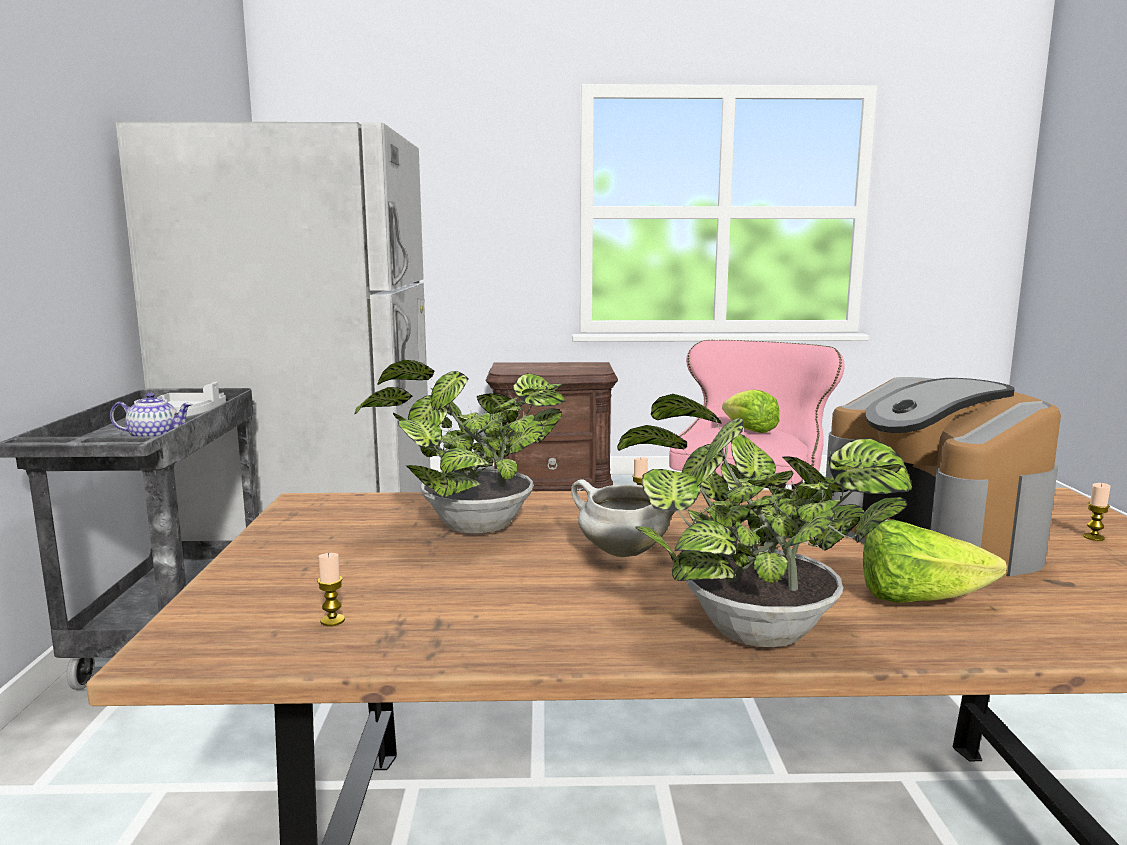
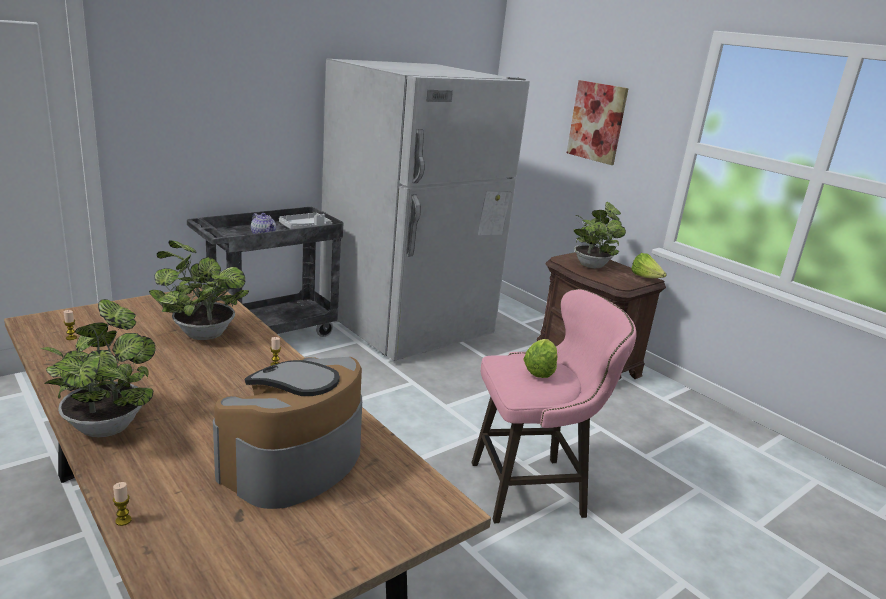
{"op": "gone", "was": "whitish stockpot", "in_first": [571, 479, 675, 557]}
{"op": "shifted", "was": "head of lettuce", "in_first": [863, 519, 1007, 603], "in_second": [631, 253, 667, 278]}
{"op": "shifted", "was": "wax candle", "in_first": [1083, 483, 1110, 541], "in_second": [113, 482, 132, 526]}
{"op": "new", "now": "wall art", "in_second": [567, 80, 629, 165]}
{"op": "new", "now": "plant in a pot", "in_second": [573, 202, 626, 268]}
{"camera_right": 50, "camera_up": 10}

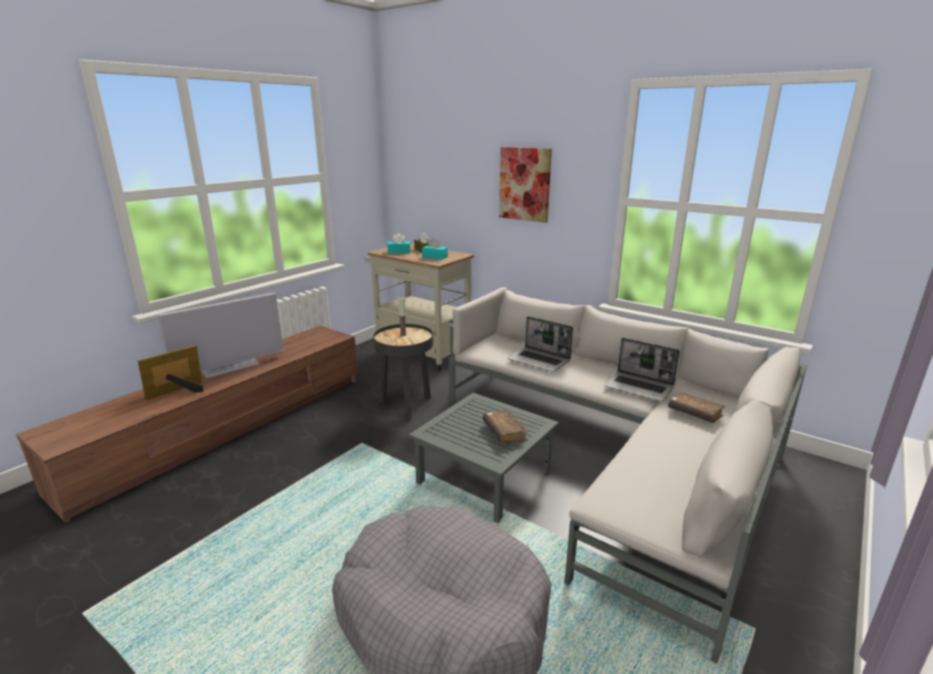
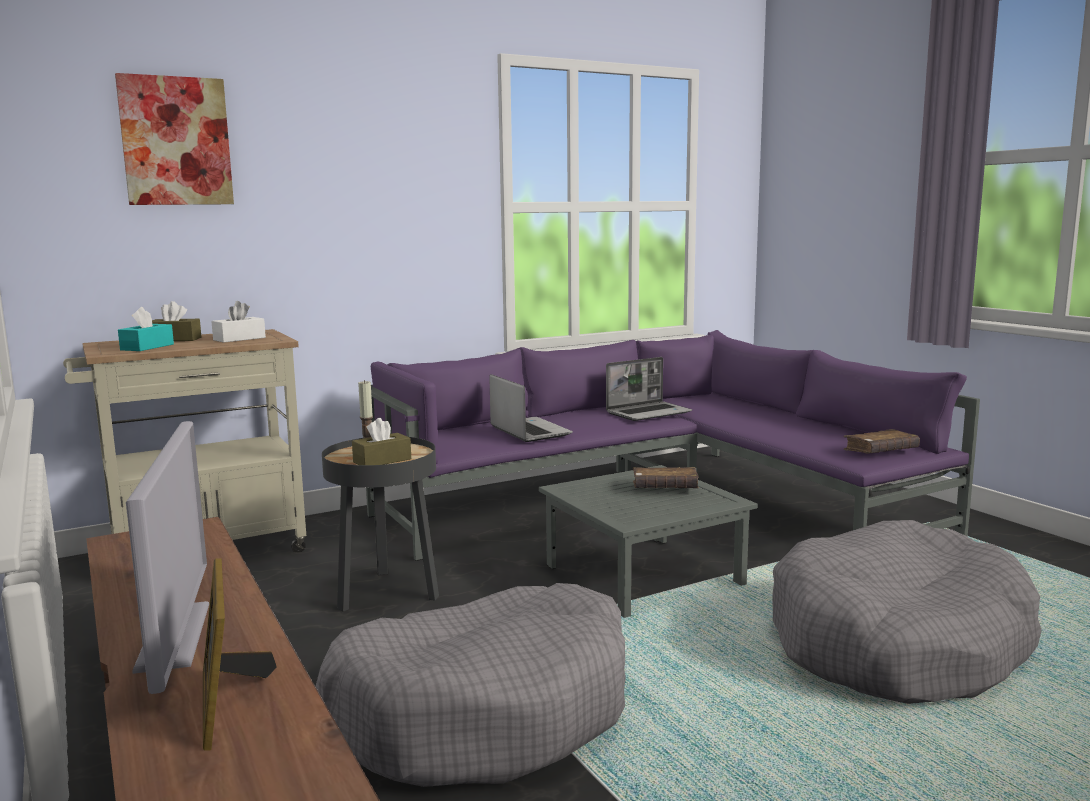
{"op": "repainted", "was": "whitish settee", "now": "purple-coloured settee", "in_first": [409, 287, 807, 663], "in_second": [366, 330, 980, 618]}
{"op": "repainted", "was": "turquoise-coloured box of tissues", "now": "whitish box of tissues", "in_first": [422, 238, 448, 260], "in_second": [211, 301, 266, 343]}
{"op": "shifted", "was": "wall art", "in_first": [499, 147, 552, 223], "in_second": [115, 73, 234, 205]}
{"op": "rotated", "was": "portable computer", "in_first": [508, 316, 573, 372], "in_second": [489, 374, 573, 442], "clockwise": -90}
{"op": "shifted", "was": "brown-coloured book", "in_first": [668, 392, 725, 423], "in_second": [843, 429, 920, 454]}
{"op": "new", "now": "gray dog bed", "in_second": [315, 583, 626, 787]}
{"op": "new", "now": "brown-coloured box of tissues", "in_second": [352, 417, 411, 465]}
{"camera_right": -65, "camera_up": -10}

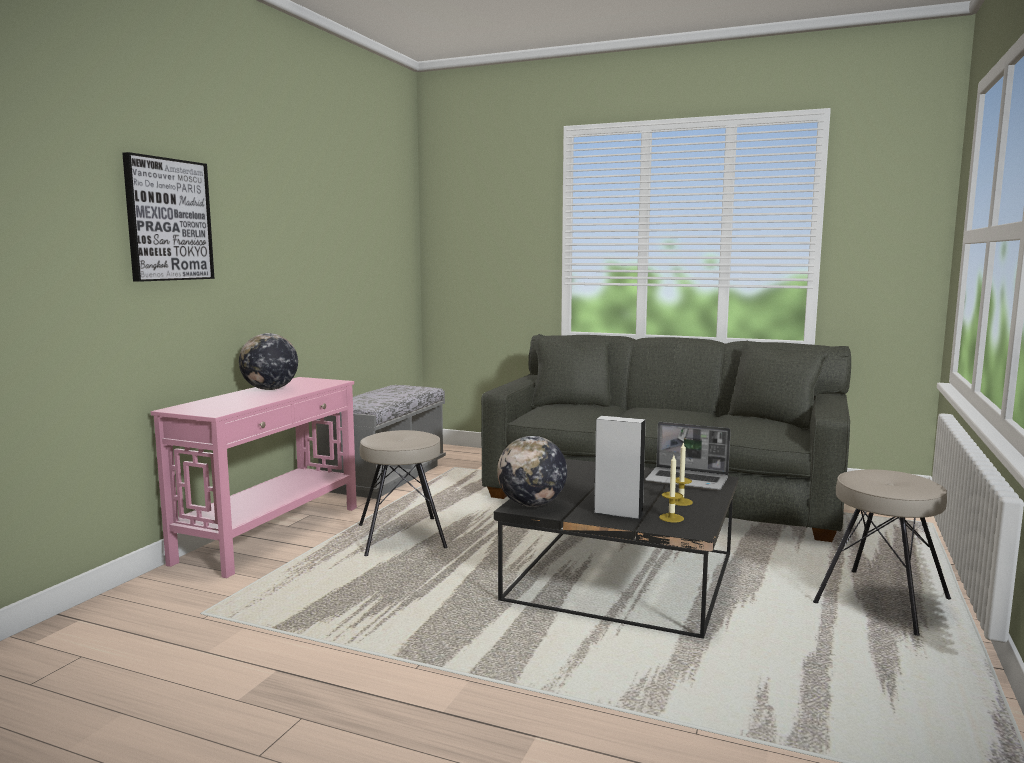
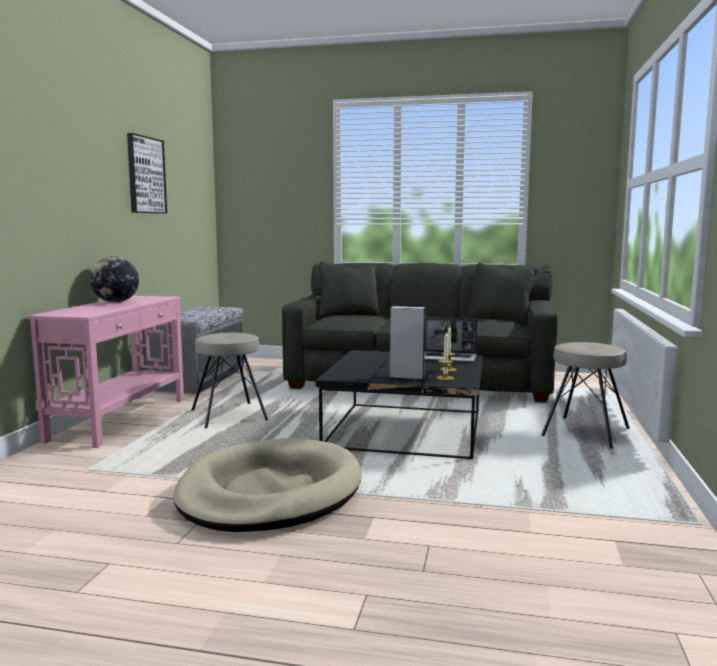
{"op": "shifted", "was": "wall art", "in_first": [122, 152, 214, 282], "in_second": [127, 133, 167, 214]}
{"op": "gone", "was": "desk globe", "in_first": [497, 436, 567, 507]}
{"op": "new", "now": "beige dog bed", "in_second": [173, 438, 361, 532]}
{"camera_right": -10, "camera_up": 0}

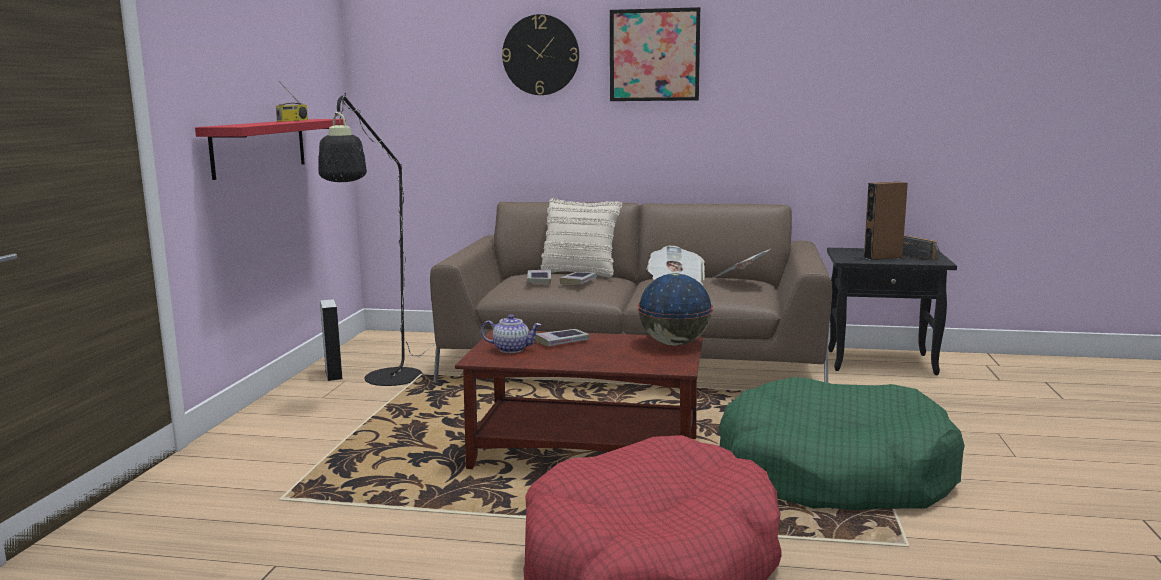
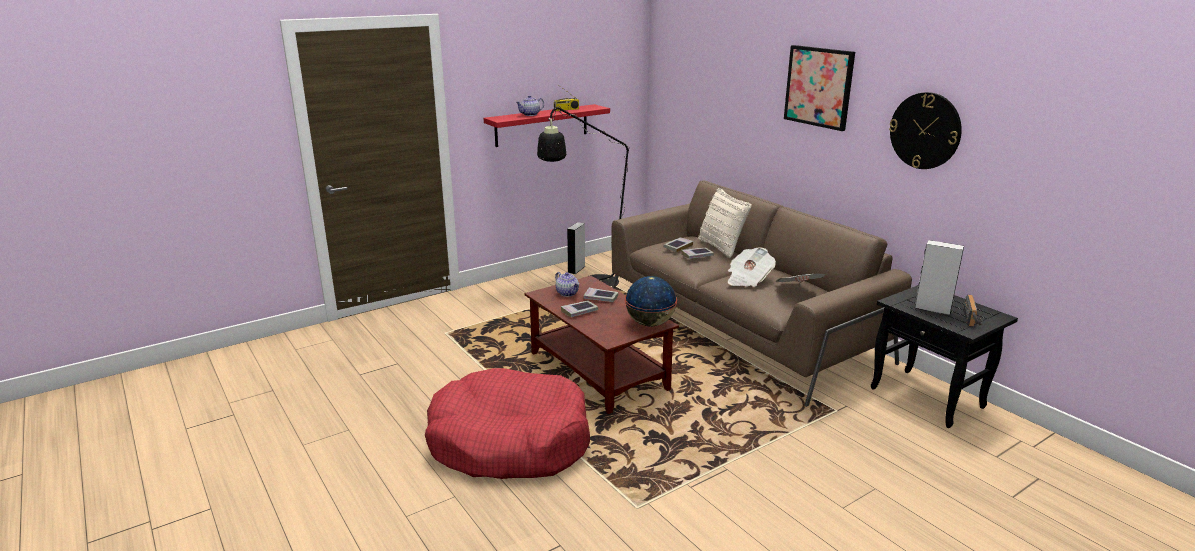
{"op": "shifted", "was": "hanging clock", "in_first": [502, 14, 579, 95], "in_second": [889, 92, 962, 169]}
{"op": "gone", "was": "green dog bed", "in_first": [719, 377, 965, 510]}
{"op": "repainted", "was": "brown-coloured audio speaker", "now": "gray audio speaker", "in_first": [863, 182, 908, 260], "in_second": [914, 240, 964, 315]}
{"op": "new", "now": "teapot", "in_second": [516, 95, 544, 116]}
{"op": "new", "now": "book", "in_second": [561, 301, 598, 317]}
{"camera_right": 45, "camera_up": 10}

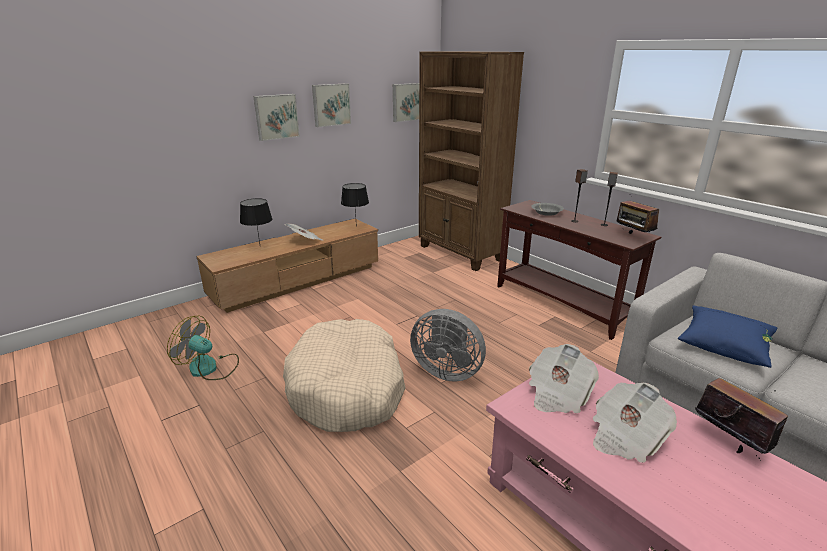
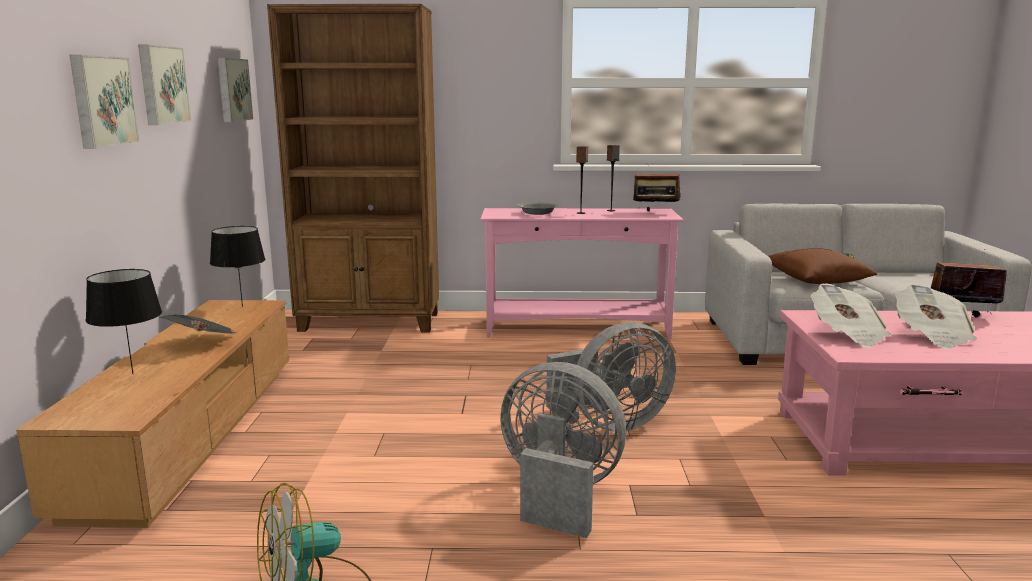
{"op": "swapped", "was": "beige dog bed", "now": "gray fan", "in_first": [283, 319, 406, 432], "in_second": [500, 362, 626, 538]}
{"op": "repainted", "was": "brown-coloured hall table", "now": "pinkish hall table", "in_first": [497, 200, 662, 340], "in_second": [480, 208, 684, 339]}
{"op": "repainted", "was": "blue-coloured throw pillow", "now": "brown-coloured throw pillow", "in_first": [678, 305, 777, 368], "in_second": [768, 248, 877, 284]}
{"camera_right": -50, "camera_up": -10}

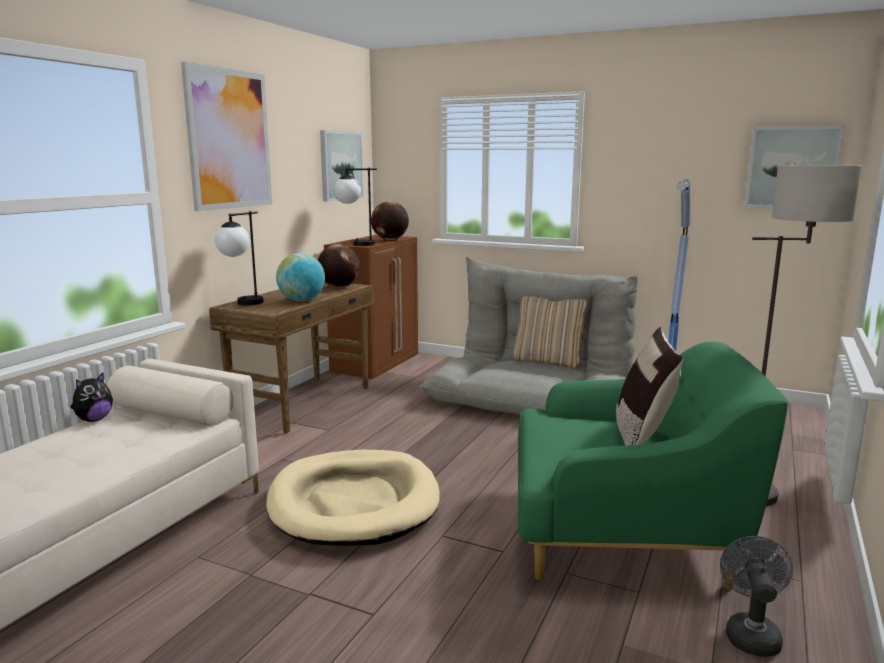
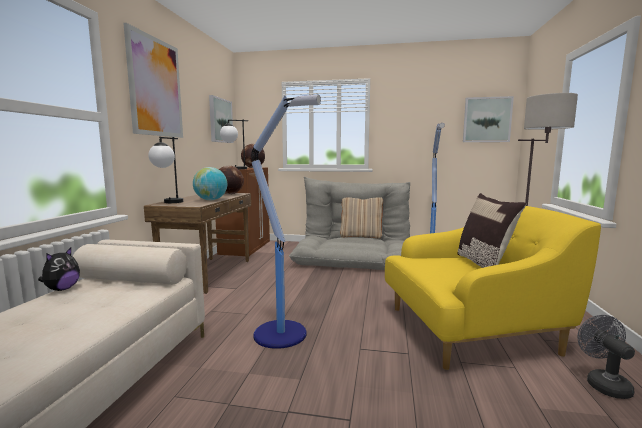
{"op": "swapped", "was": "beige dog bed", "now": "standard lamp", "in_first": [266, 450, 440, 546], "in_second": [251, 94, 321, 349]}
{"op": "repainted", "was": "green armchair", "now": "yellow armchair", "in_first": [518, 342, 788, 590], "in_second": [385, 206, 601, 370]}
{"camera_right": -15, "camera_up": -5}

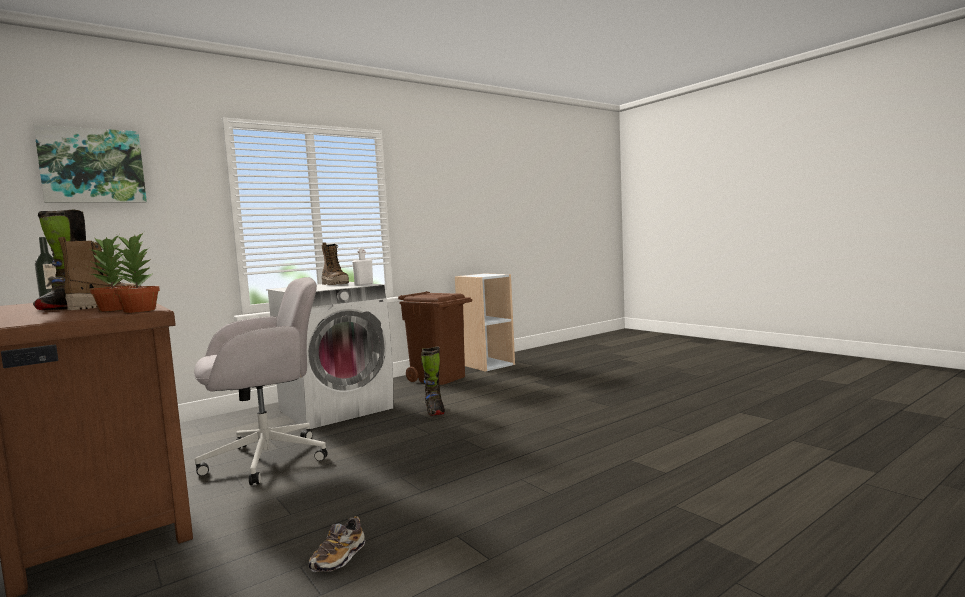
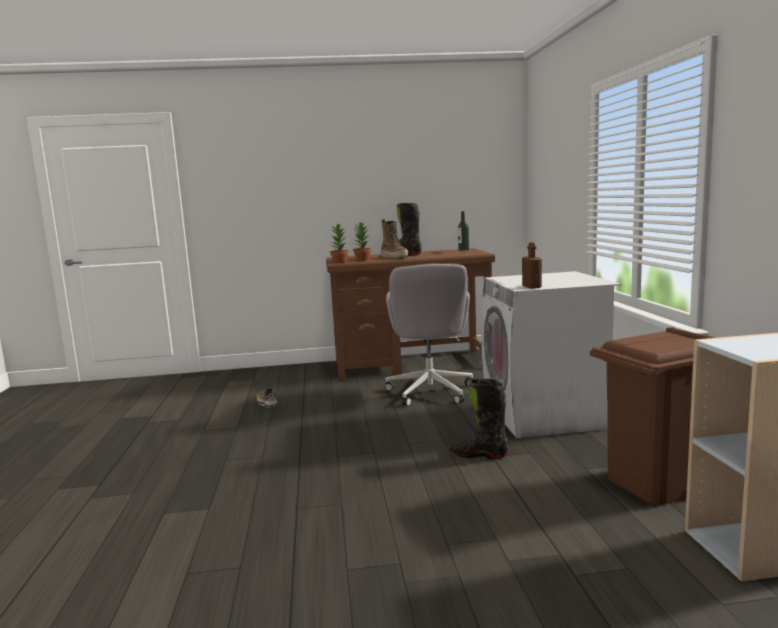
{"op": "gone", "was": "wall art", "in_first": [34, 125, 147, 203]}
{"op": "gone", "was": "high-top boot", "in_first": [321, 242, 349, 285]}
{"op": "repainted", "was": "whitish bottle", "now": "brown-coloured bottle", "in_first": [352, 247, 373, 285], "in_second": [522, 242, 542, 289]}
{"camera_right": 120, "camera_up": 5}

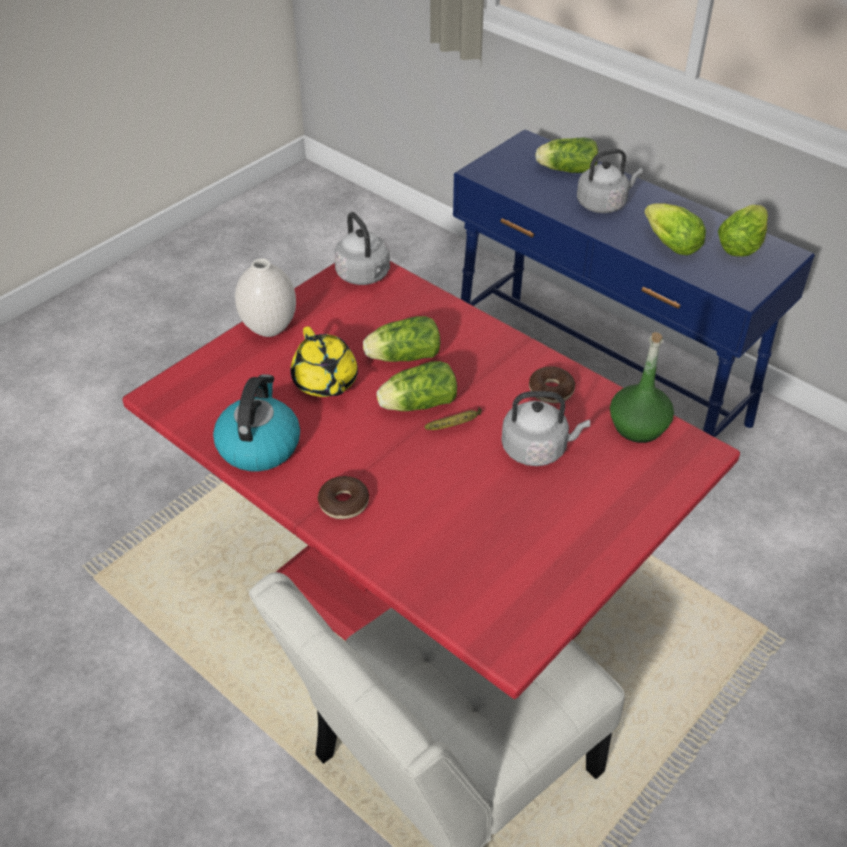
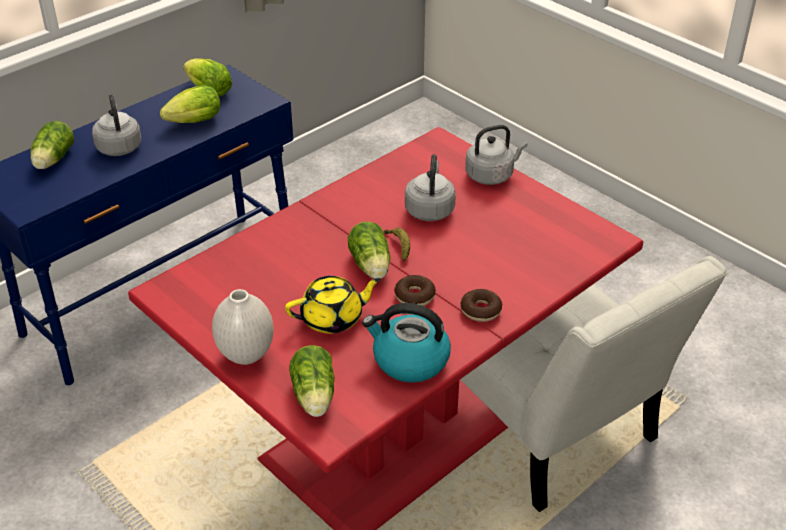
{"op": "shifted", "was": "gray tea kettle", "in_first": [334, 212, 390, 285], "in_second": [465, 125, 528, 185]}
{"op": "shifted", "was": "head of lettuce", "in_first": [363, 316, 440, 362], "in_second": [289, 345, 335, 417]}
{"op": "shifted", "was": "ring doughnut", "in_first": [529, 366, 575, 403], "in_second": [394, 275, 436, 306]}
{"op": "gone", "was": "green bottle", "in_first": [610, 332, 674, 443]}
{"camera_right": -85, "camera_up": -5}

